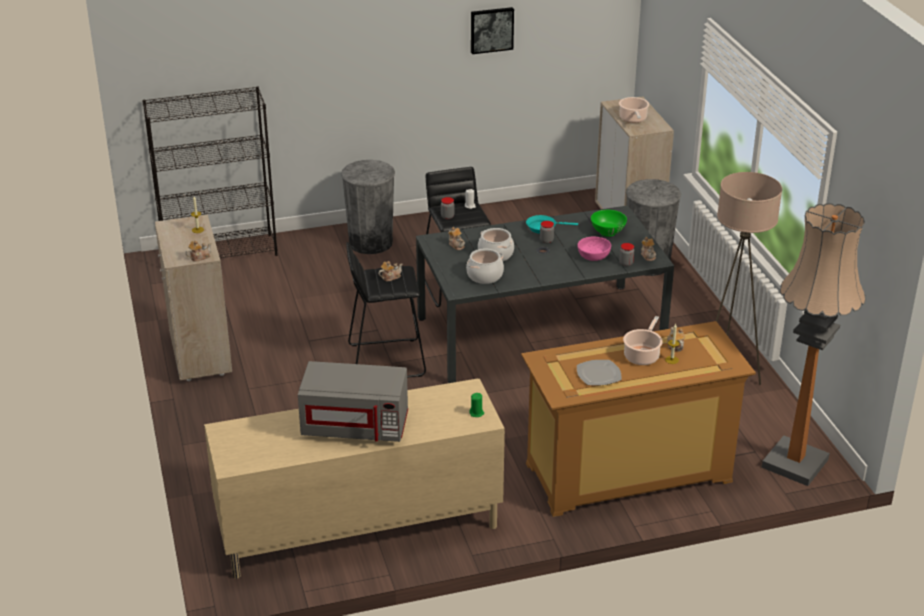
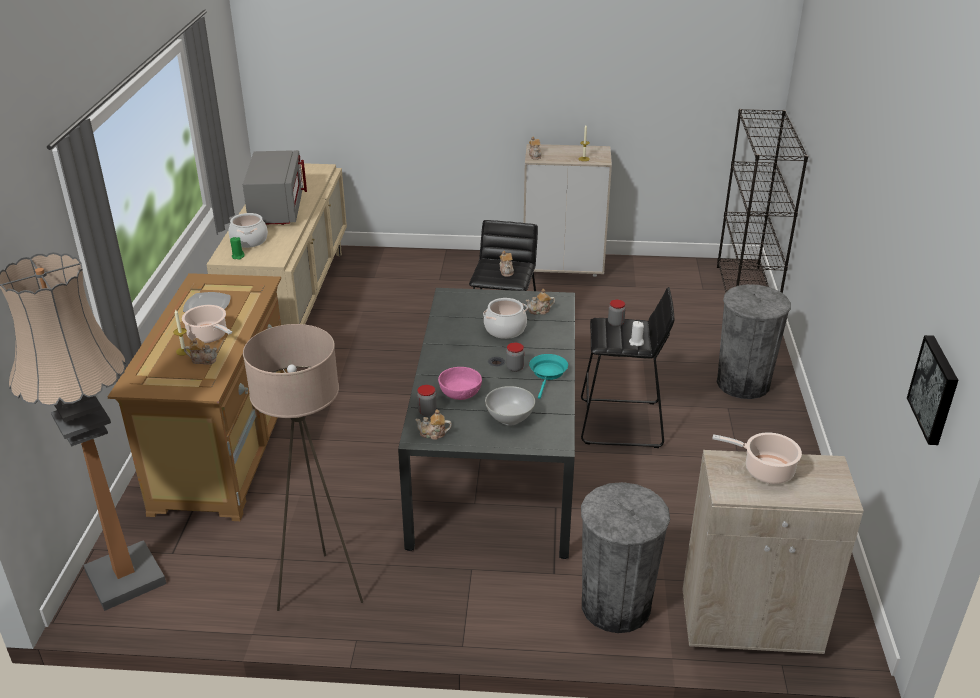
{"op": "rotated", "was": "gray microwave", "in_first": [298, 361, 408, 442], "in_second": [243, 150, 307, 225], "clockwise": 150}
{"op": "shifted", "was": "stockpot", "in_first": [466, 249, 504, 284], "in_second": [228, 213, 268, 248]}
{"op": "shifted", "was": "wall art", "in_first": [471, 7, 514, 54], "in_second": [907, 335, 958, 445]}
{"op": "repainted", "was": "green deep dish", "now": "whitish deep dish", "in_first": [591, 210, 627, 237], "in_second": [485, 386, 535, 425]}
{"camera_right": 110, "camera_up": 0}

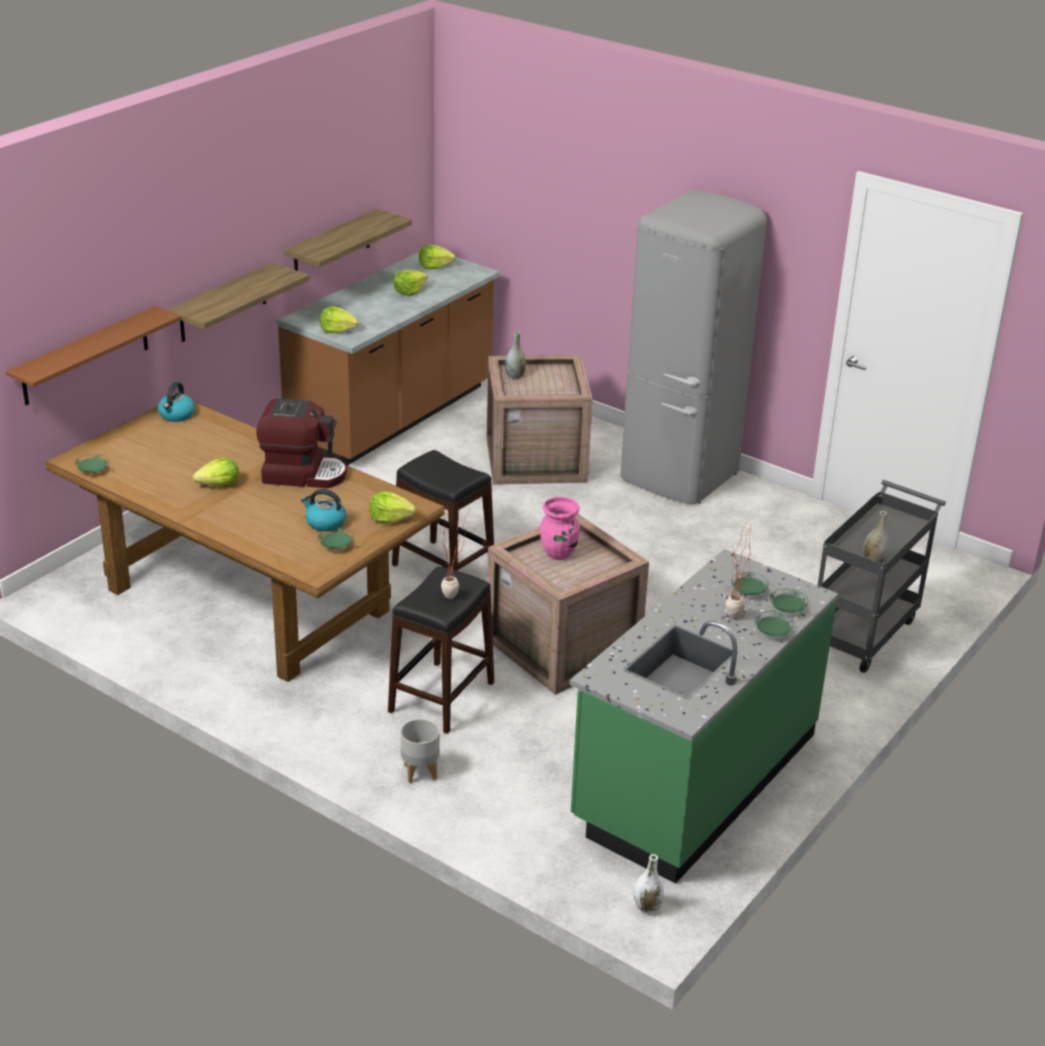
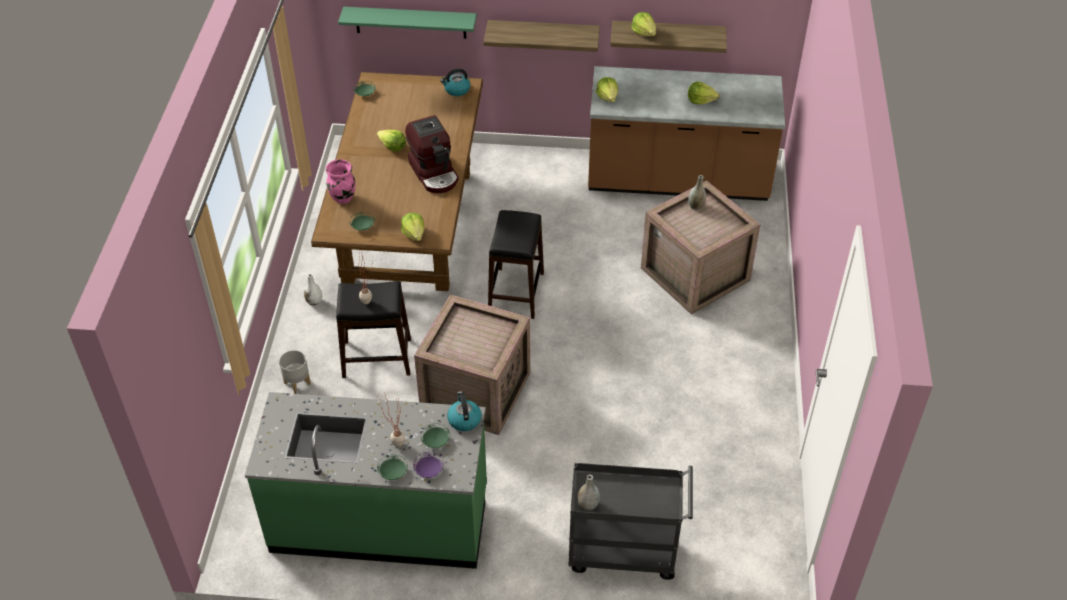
{"op": "repainted", "was": "brown-coloured shelf", "now": "green shelf", "in_first": [6, 306, 182, 405], "in_second": [338, 7, 477, 39]}
{"op": "shifted", "was": "tea kettle", "in_first": [301, 489, 346, 532], "in_second": [447, 391, 482, 431]}
{"op": "shifted", "was": "head of lettuce", "in_first": [419, 245, 456, 269], "in_second": [631, 12, 656, 36]}
{"op": "shifted", "was": "pinkish decorative vase", "in_first": [540, 497, 580, 560], "in_second": [325, 159, 355, 204]}
{"op": "gone", "was": "gray refrigerator", "in_first": [620, 190, 767, 504]}
{"op": "shifted", "was": "whitish decorative vase", "in_first": [634, 854, 664, 913], "in_second": [304, 274, 322, 306]}
{"op": "repainted", "was": "green plate", "now": "purple-coloured plate", "in_first": [770, 589, 808, 613], "in_second": [413, 452, 444, 478]}
{"camera_right": 60, "camera_up": 15}

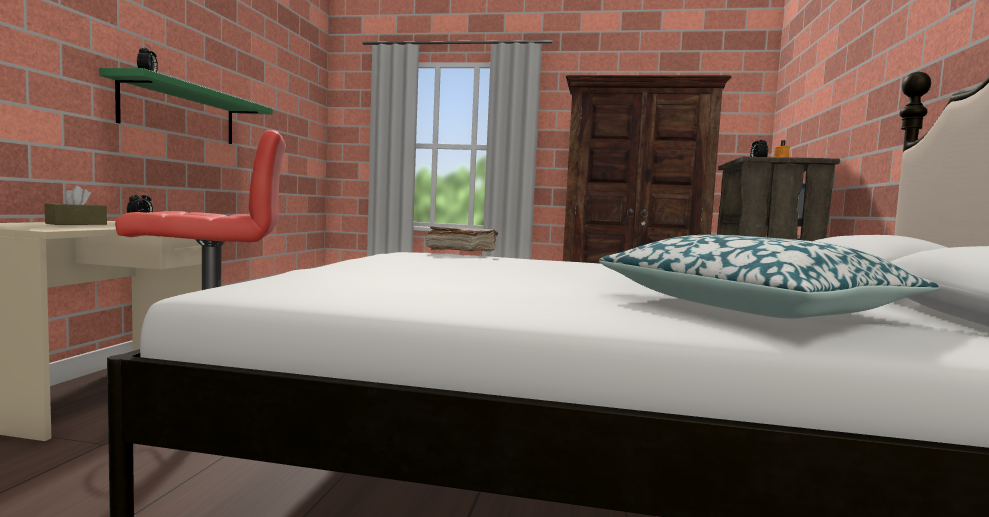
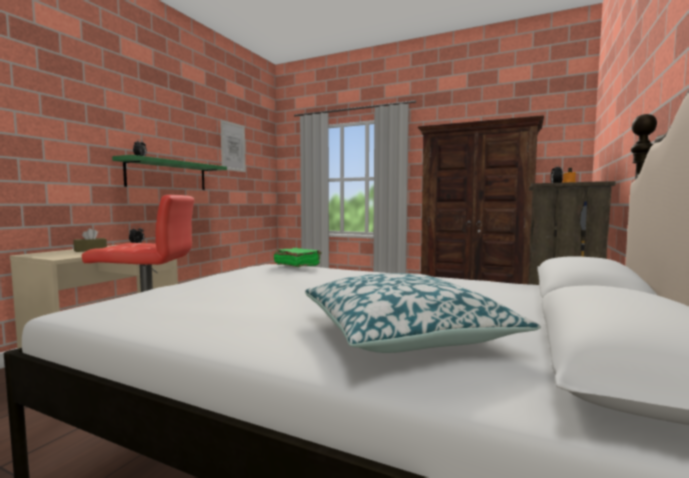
{"op": "repainted", "was": "brown-coloured book", "now": "green book", "in_first": [426, 226, 498, 252], "in_second": [274, 248, 321, 267]}
{"op": "new", "now": "wall art", "in_second": [220, 120, 246, 172]}
{"camera_right": 15, "camera_up": 0}

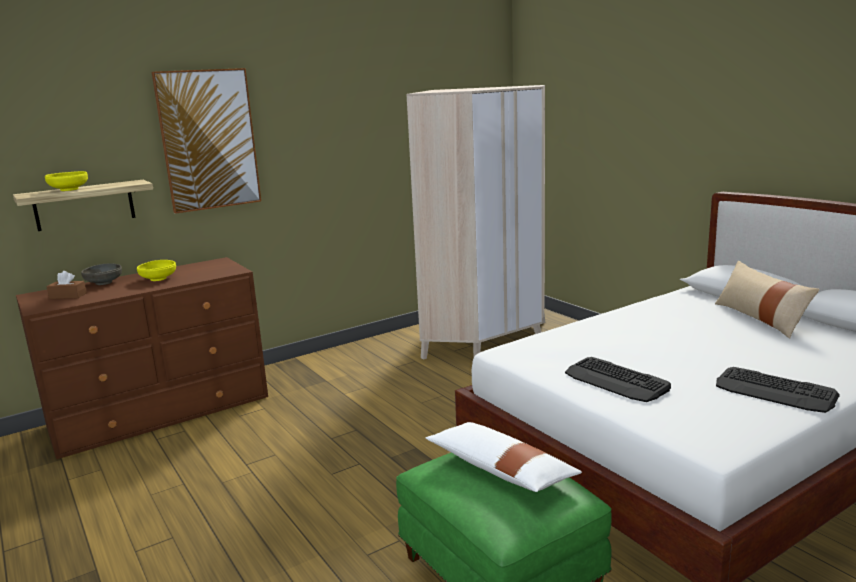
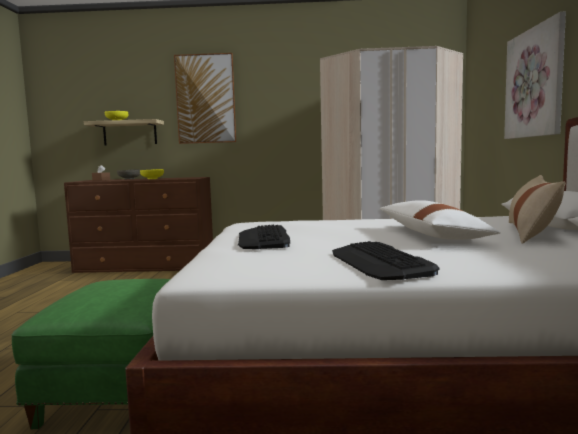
{"op": "shifted", "was": "whitish throw pillow", "in_first": [426, 422, 582, 492], "in_second": [380, 200, 501, 240]}
{"op": "new", "now": "wall art", "in_second": [504, 12, 566, 139]}
{"camera_right": 35, "camera_up": -10}

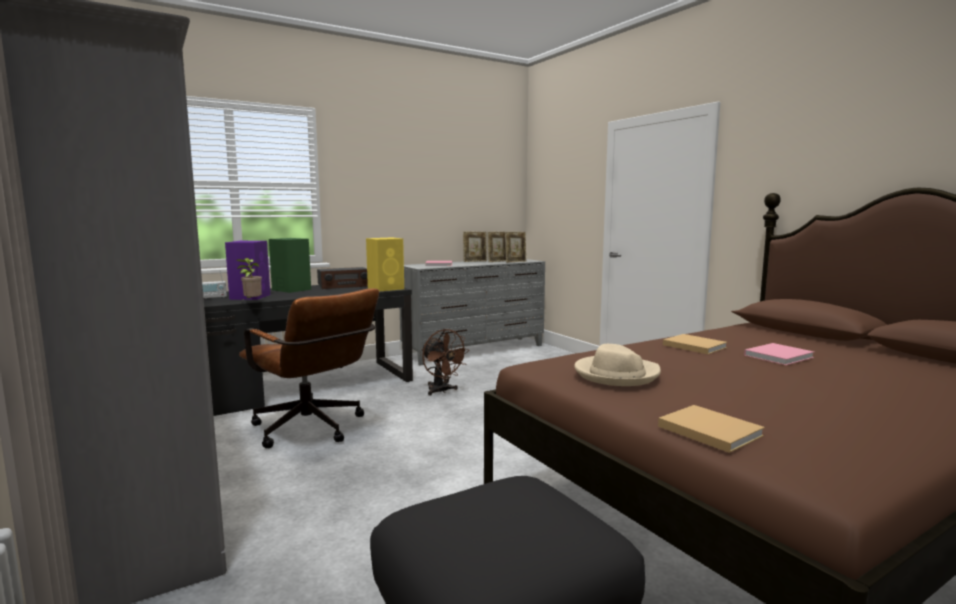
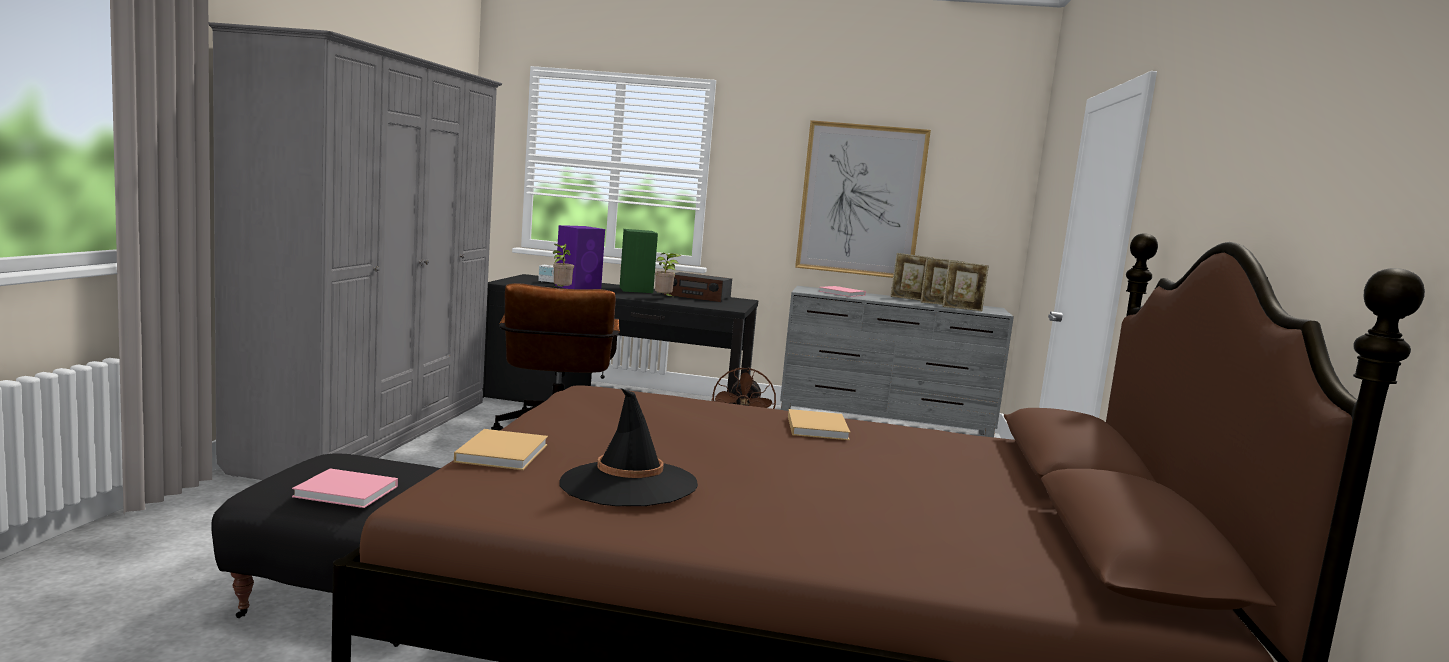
{"op": "gone", "was": "yellow audio speaker", "in_first": [366, 238, 404, 291]}
{"op": "gone", "was": "beige wearable hat", "in_first": [574, 344, 661, 386]}
{"op": "shifted", "was": "pinkish book", "in_first": [744, 343, 814, 365], "in_second": [292, 468, 398, 508]}
{"op": "new", "now": "blackish wearable hat", "in_second": [559, 388, 698, 506]}
{"op": "new", "now": "plant in a pot", "in_second": [655, 253, 681, 297]}
{"op": "new", "now": "wall art", "in_second": [795, 120, 931, 278]}
{"camera_right": 40, "camera_up": 0}

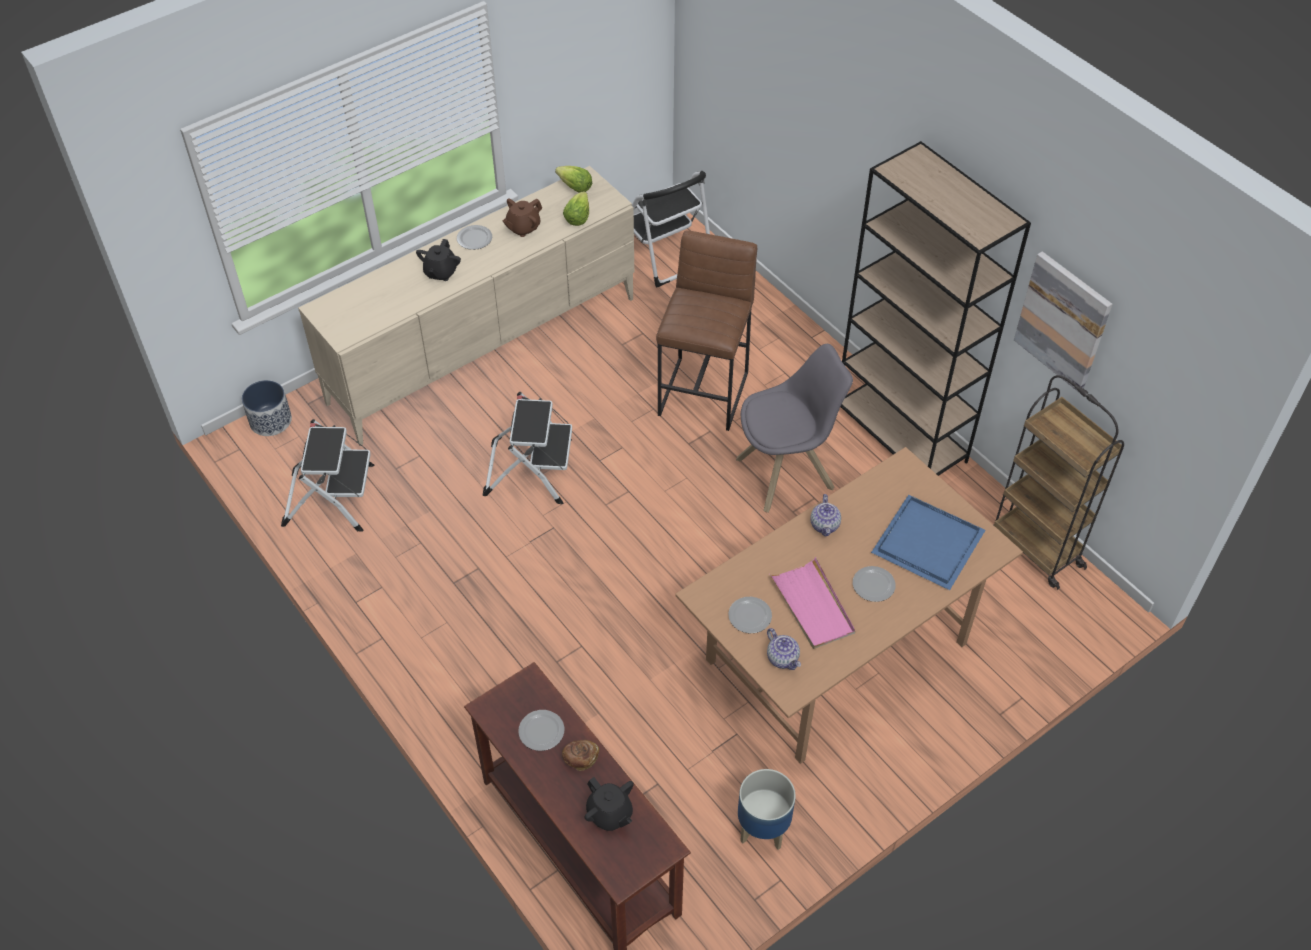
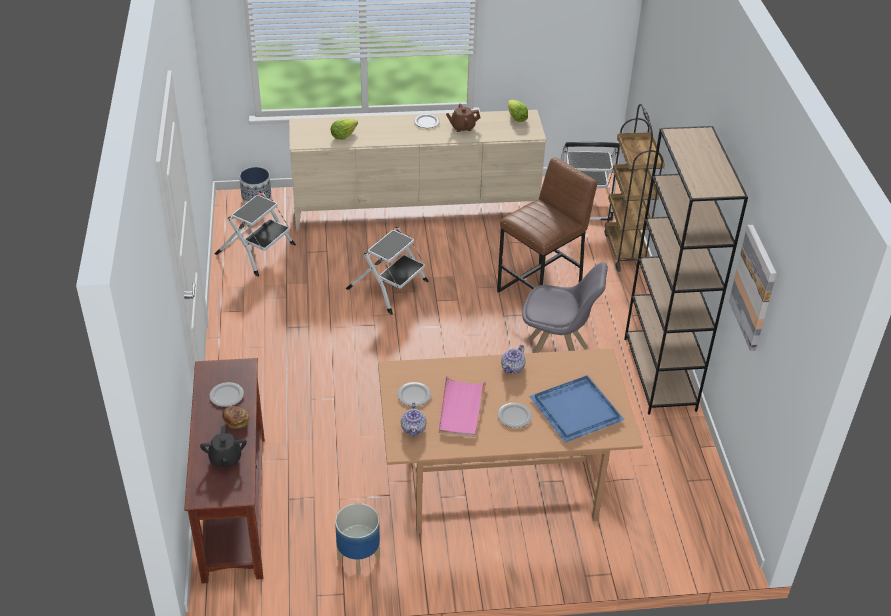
{"op": "gone", "was": "blackish teapot", "in_first": [416, 239, 461, 281]}
{"op": "shifted", "was": "head of lettuce", "in_first": [563, 191, 589, 226], "in_second": [330, 118, 358, 140]}
{"op": "shifted", "was": "brown-coloured cart", "in_first": [993, 375, 1124, 590], "in_second": [604, 104, 665, 272]}
{"camera_right": 30, "camera_up": -10}

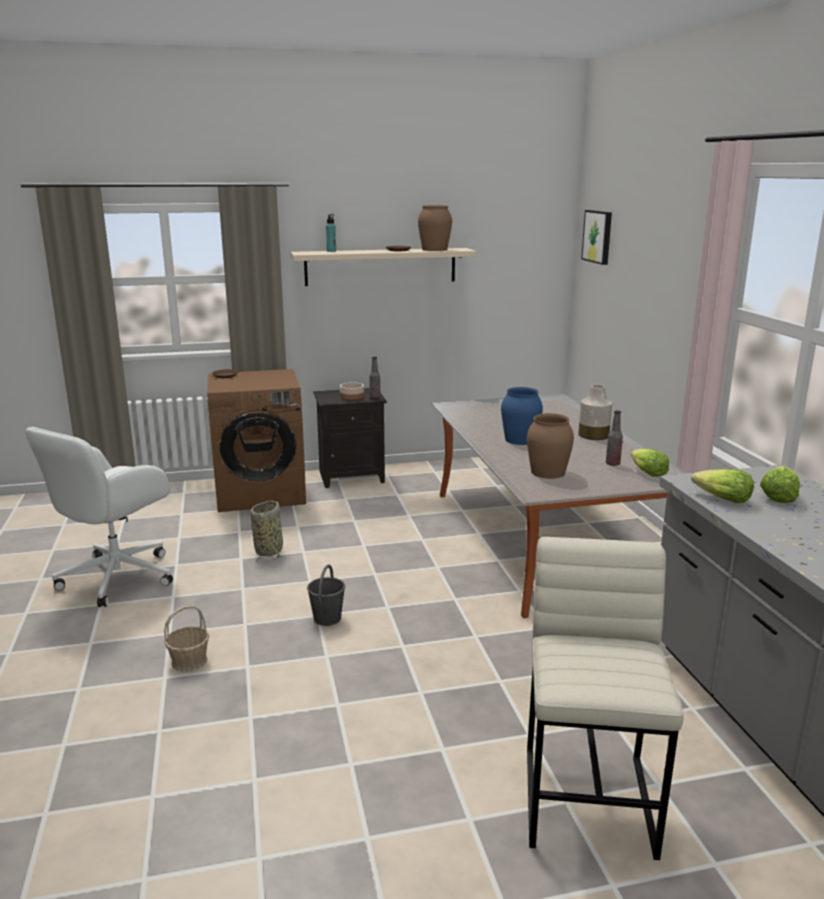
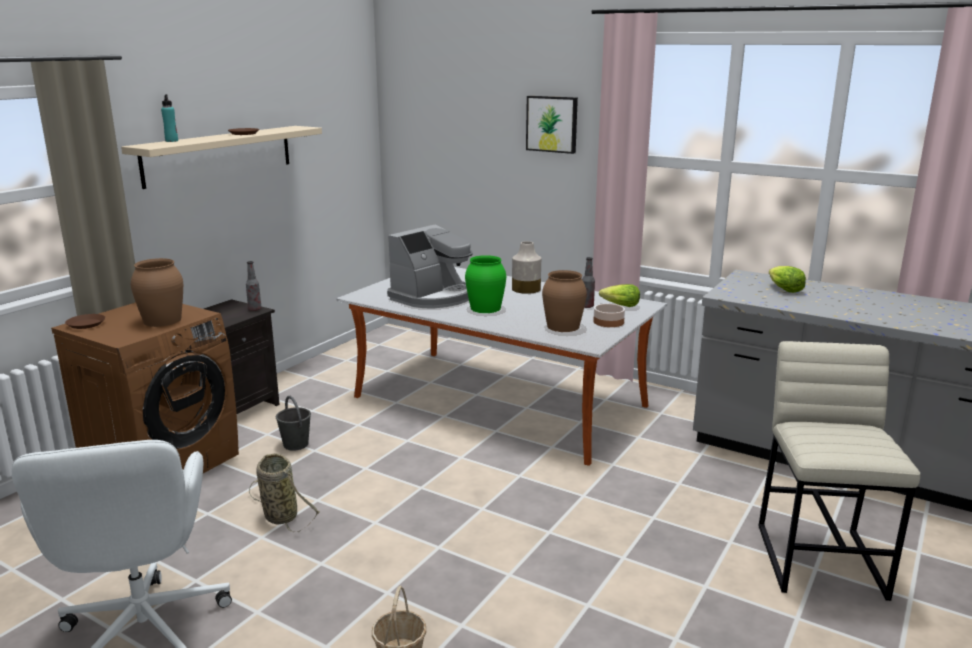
{"op": "shifted", "was": "gray bucket", "in_first": [307, 564, 345, 626], "in_second": [276, 396, 311, 451]}
{"op": "shifted", "was": "deep dish", "in_first": [340, 382, 364, 400], "in_second": [593, 304, 625, 327]}
{"op": "shifted", "was": "brown-coloured decorative vase", "in_first": [418, 205, 452, 251], "in_second": [131, 258, 183, 327]}
{"op": "repainted", "was": "blue-coloured decorative vase", "now": "green decorative vase", "in_first": [501, 387, 543, 445], "in_second": [465, 255, 506, 313]}
{"op": "rotated", "was": "beige chair", "in_first": [527, 537, 683, 860], "in_second": [758, 341, 920, 601], "clockwise": 45}
{"op": "shifted", "was": "wall art", "in_first": [581, 210, 612, 265], "in_second": [526, 96, 578, 154]}
{"op": "gone", "was": "head of lettuce", "in_first": [691, 469, 754, 503]}
{"op": "new", "now": "coffee brewer", "in_second": [387, 224, 473, 309]}
{"camera_right": -45, "camera_up": 0}

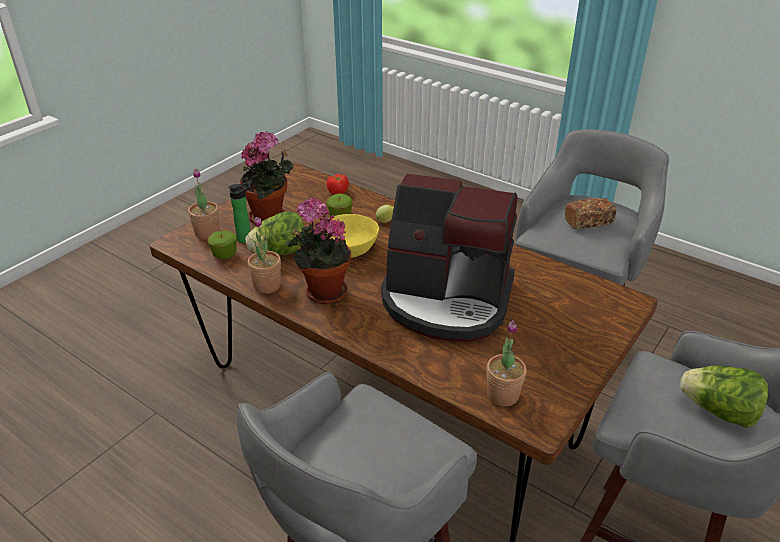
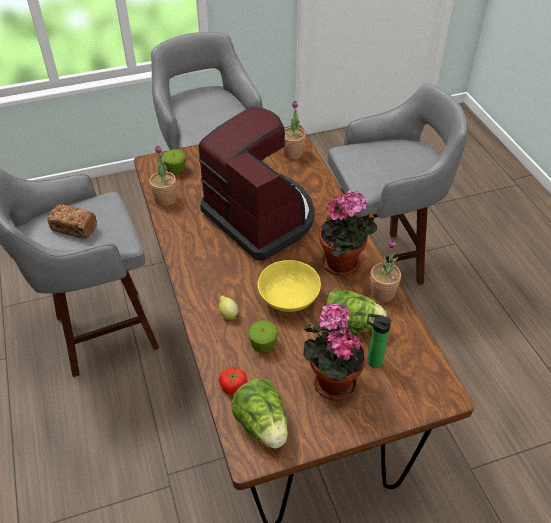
{"op": "shifted", "was": "plant in a pot", "in_first": [188, 169, 220, 240], "in_second": [149, 145, 176, 206]}
{"op": "shifted", "was": "apple fruit", "in_first": [207, 230, 237, 259], "in_second": [162, 149, 186, 174]}
{"op": "shifted", "was": "head of lettuce", "in_first": [680, 366, 768, 428], "in_second": [231, 379, 288, 448]}
{"camera_right": -145, "camera_up": 10}

